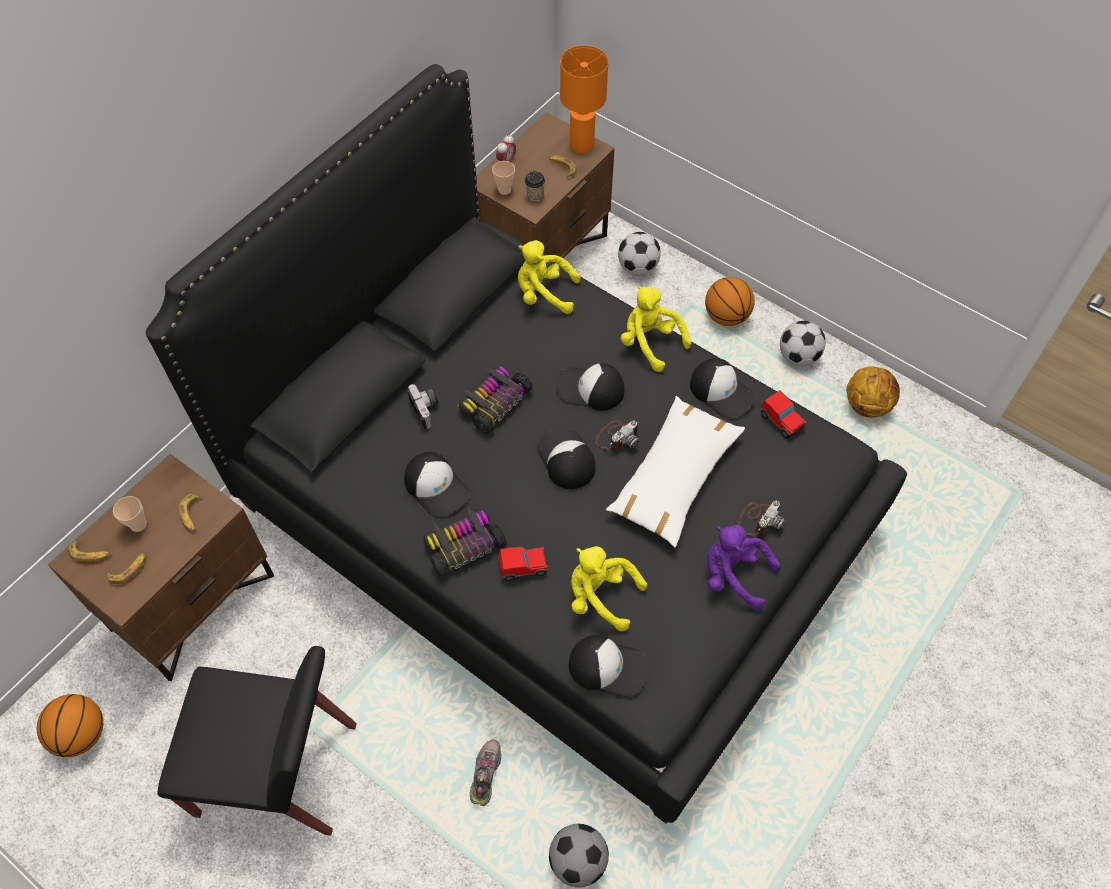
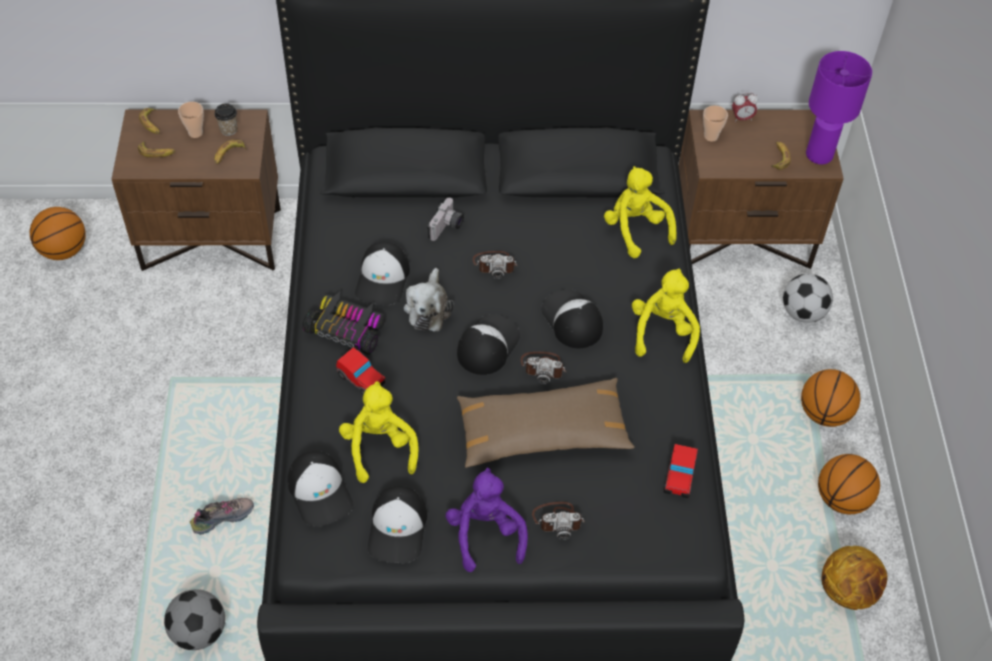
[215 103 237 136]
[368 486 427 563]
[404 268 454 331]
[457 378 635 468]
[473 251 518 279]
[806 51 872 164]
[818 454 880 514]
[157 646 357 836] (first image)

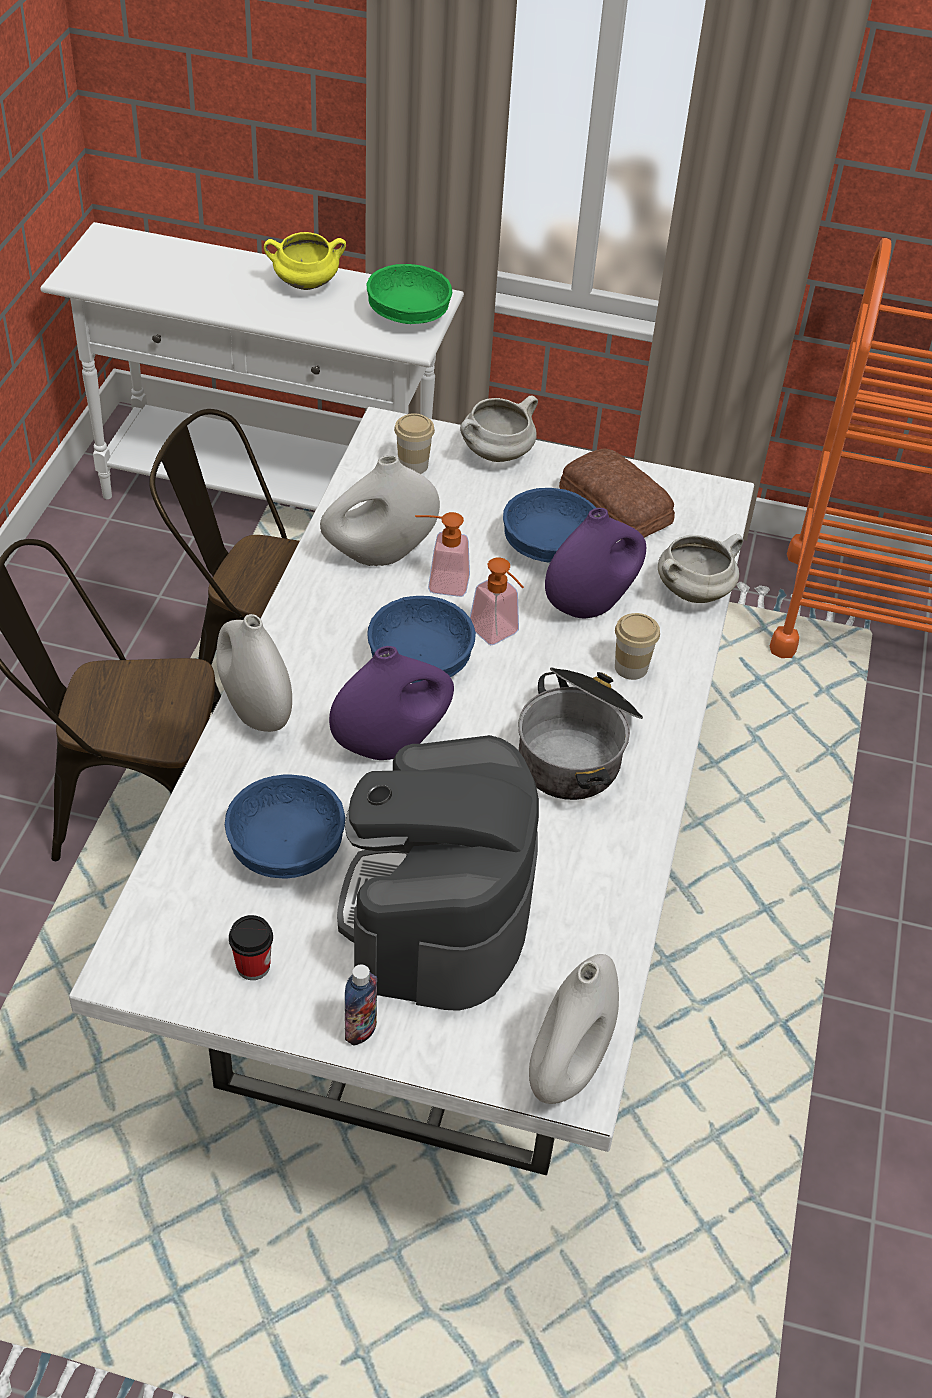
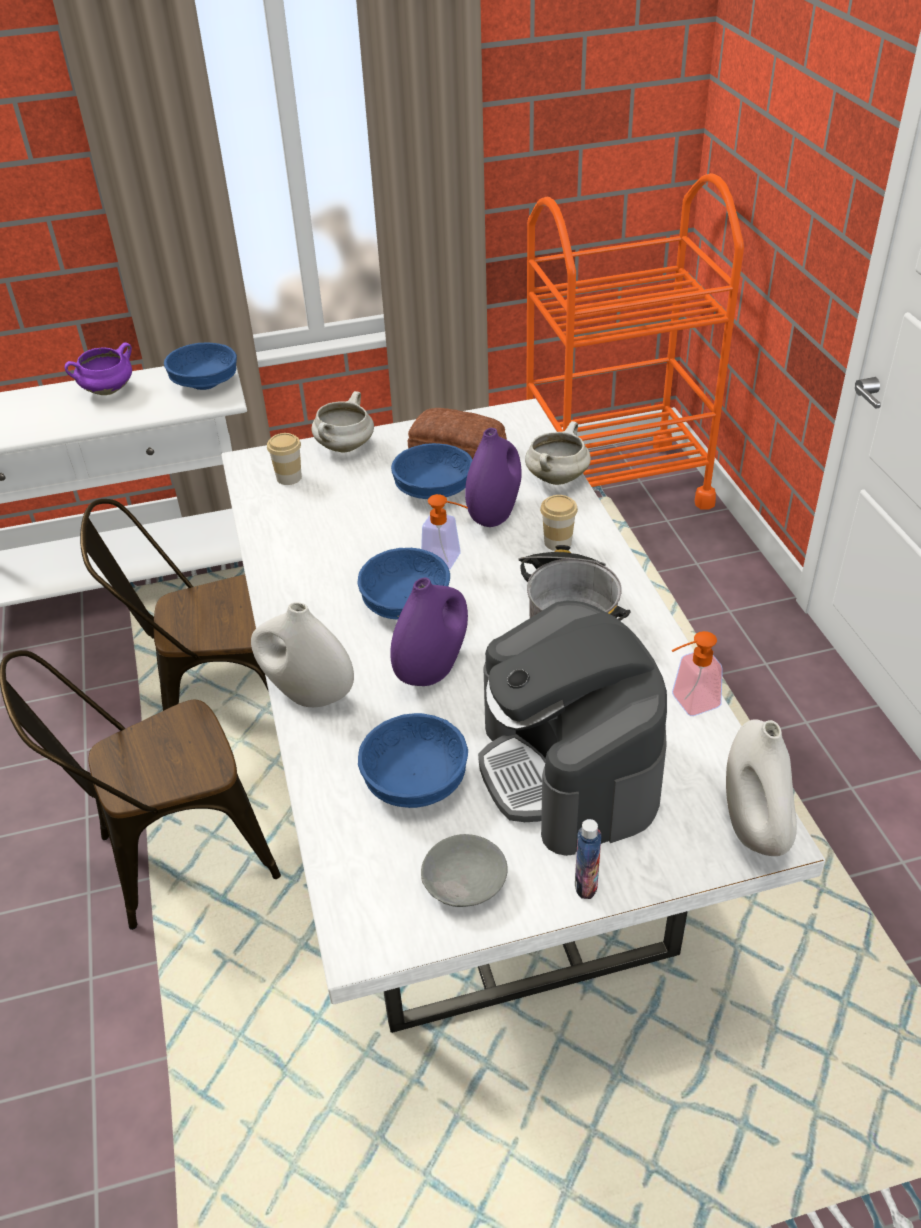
[65 343 132 395]
[164 342 237 390]
[421 834 508 907]
[671 631 723 716]
[320 455 440 566] (first image)

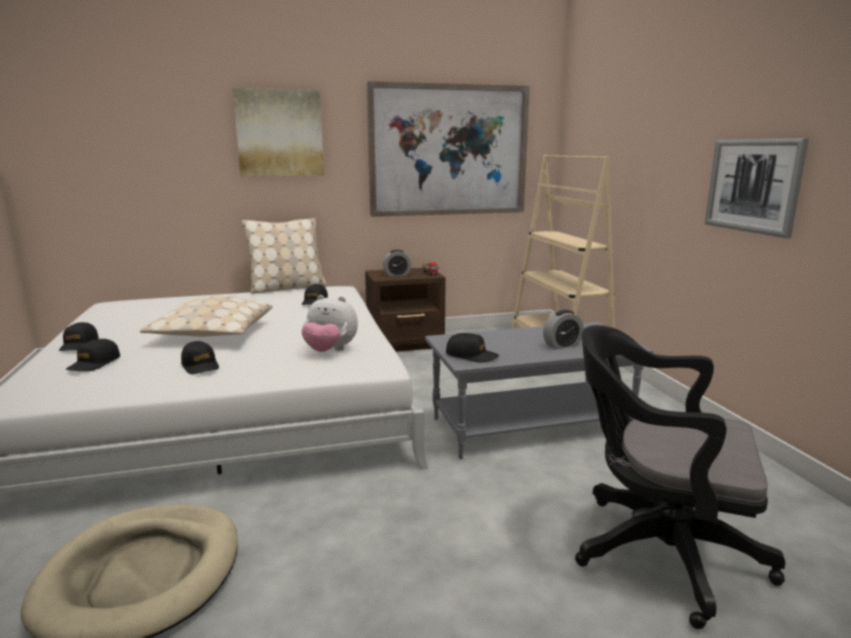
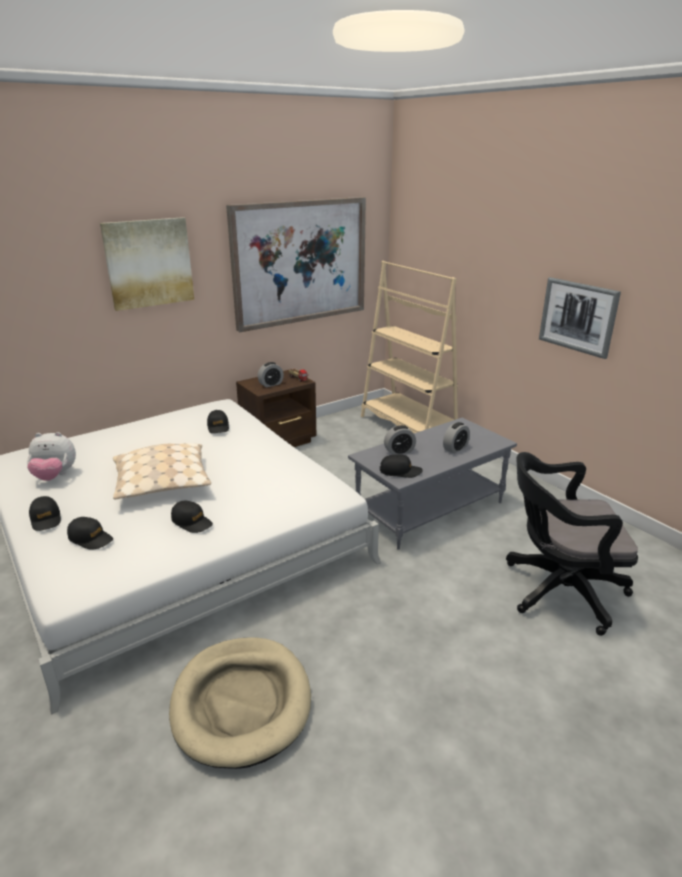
[27 432 76 481]
[67 517 113 550]
[384 425 416 455]
[242 218 326 294] (first image)

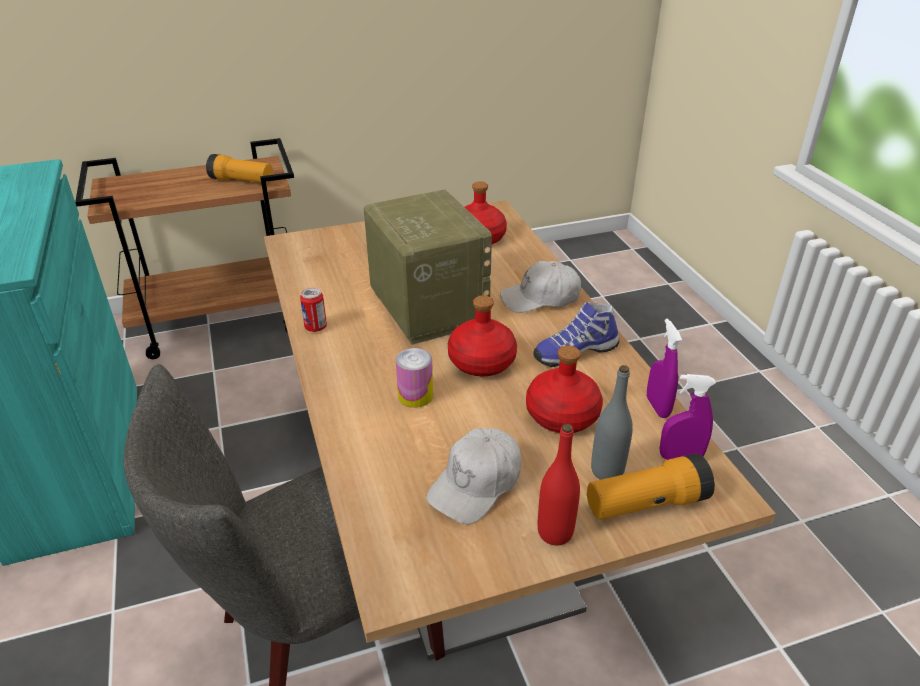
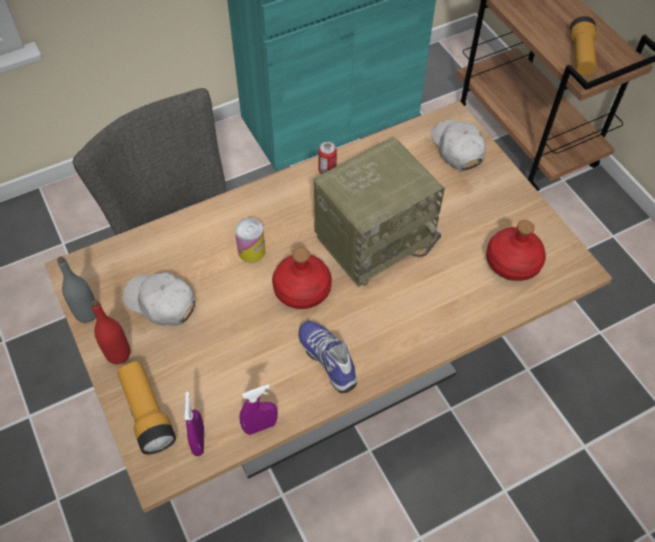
[57 256 96 323]
[431 120 486 171]
[526 345 603 433] (first image)

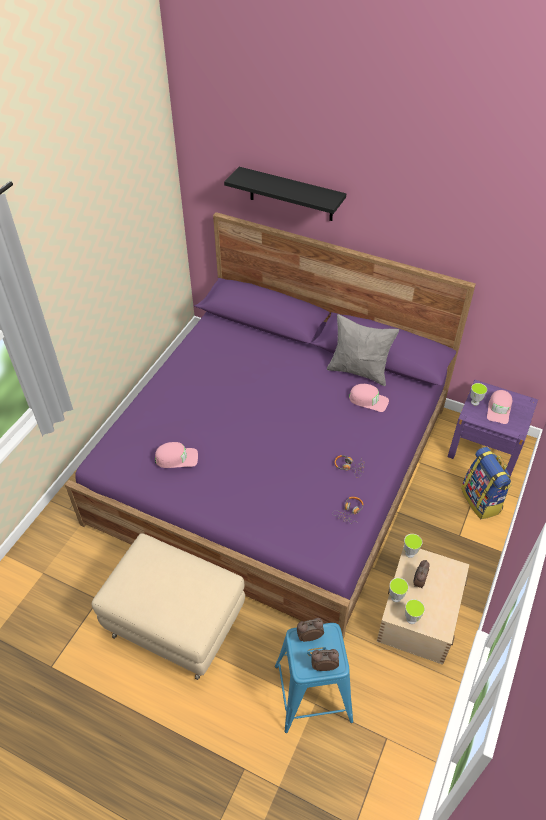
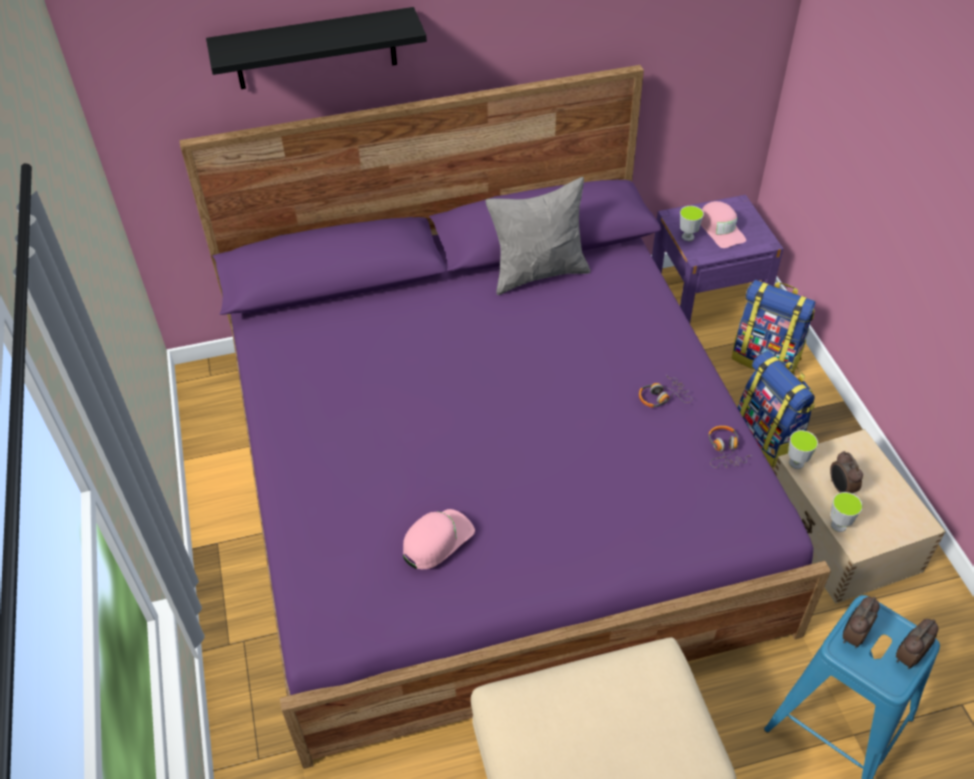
[737 351 816 467]
[349 384 389 412] (first image)
[405 599 425 624] (first image)

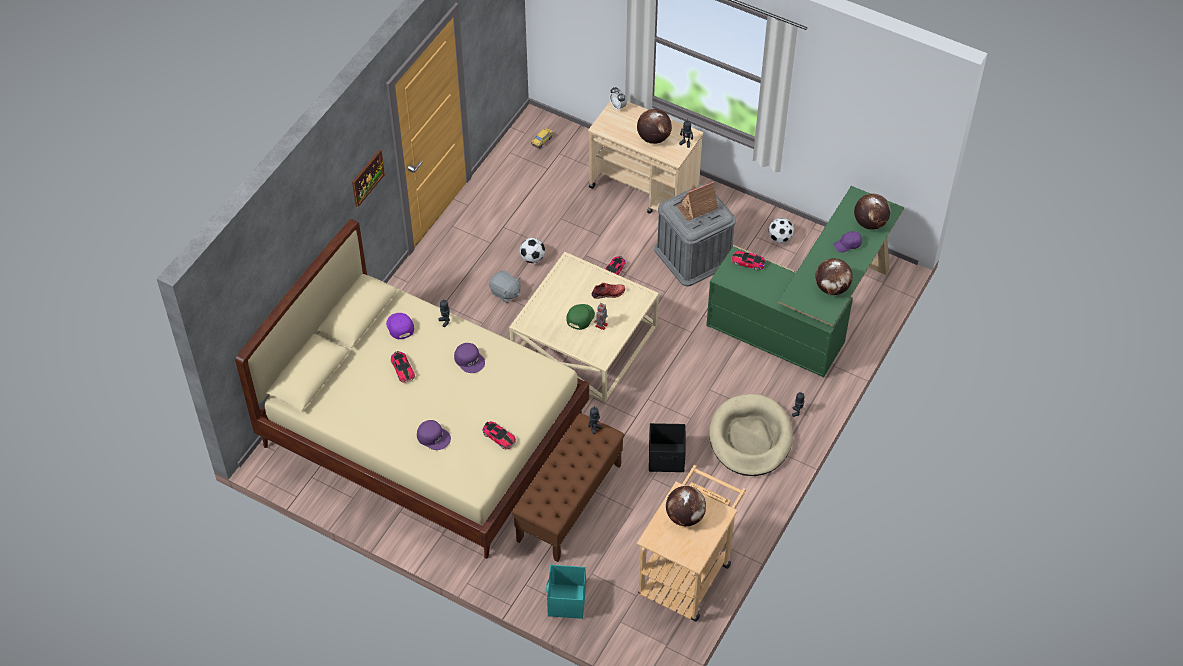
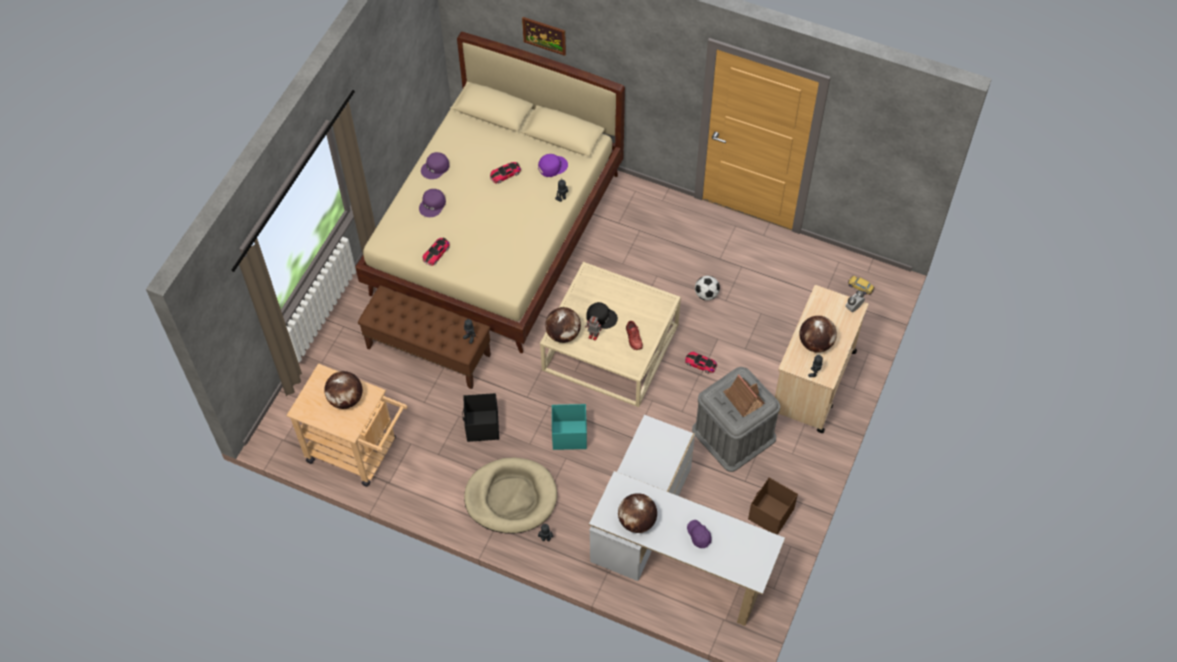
[421 152 450 179]
[522 17 566 56]
[545 307 581 343]
[552 404 587 450]
[586 302 618 329]
[589 415 785 626]
[748 477 798 535]
[489 271 521 303] (first image)
[731 251 765 271] (first image)

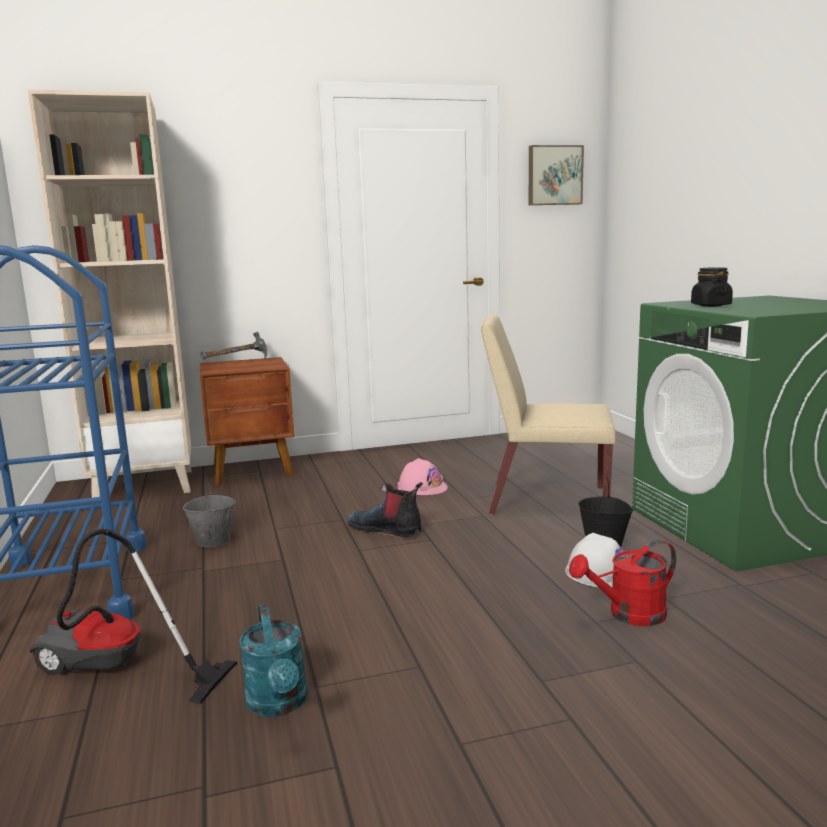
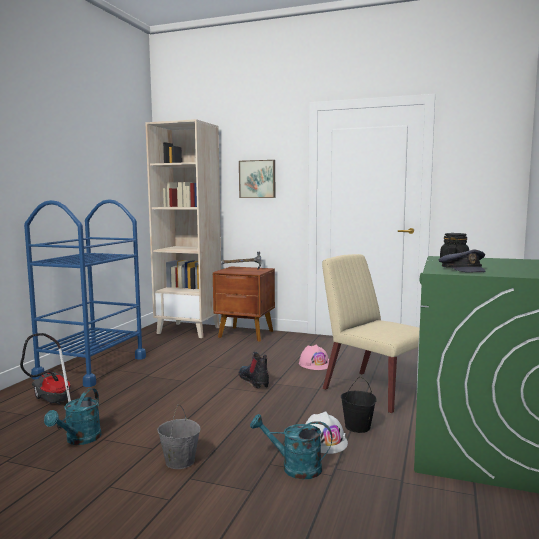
[157 405 200 469]
[239 160 275 198]
[250 414 332 479]
[439 249 485 272]

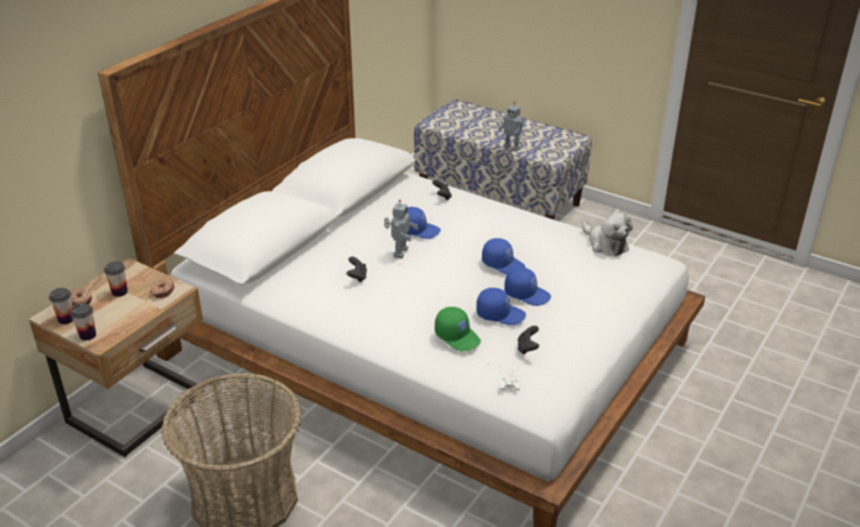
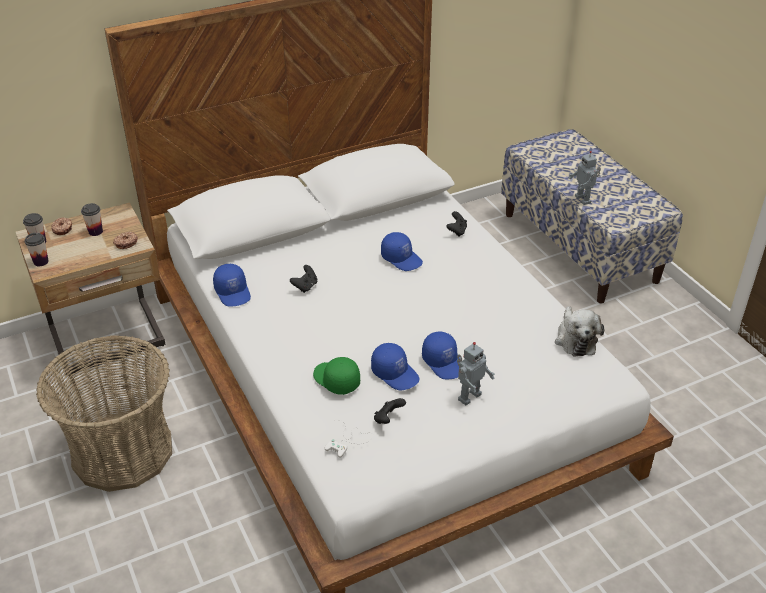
[213 264 251 307]
[313 357 360 395]
[457 342 495 405]

